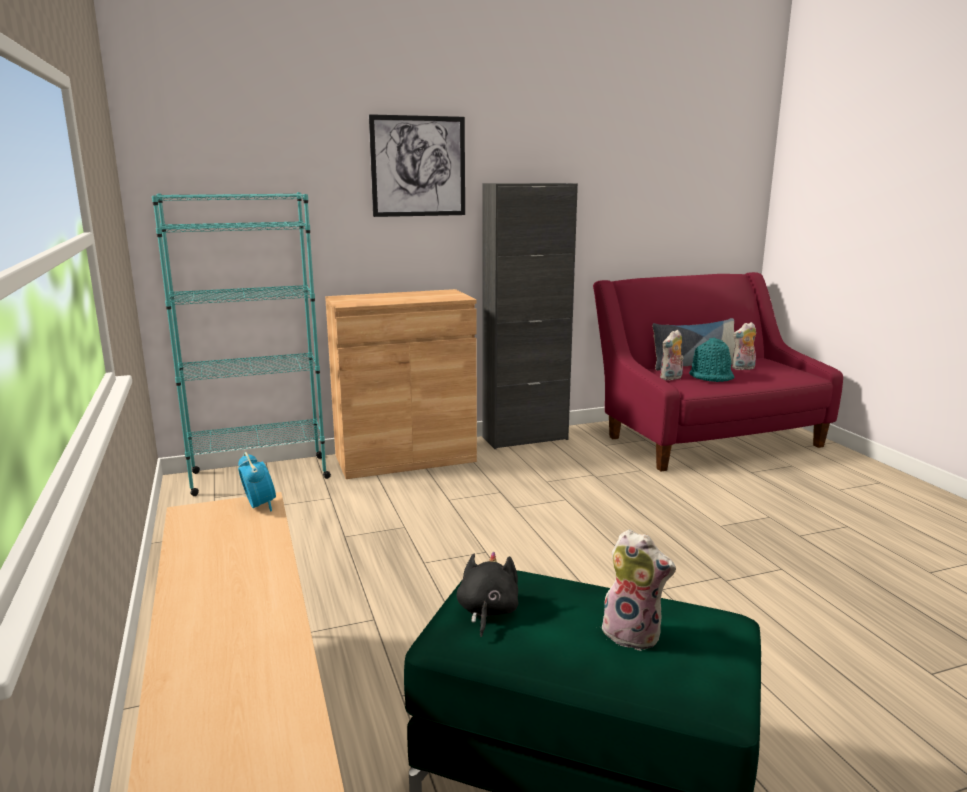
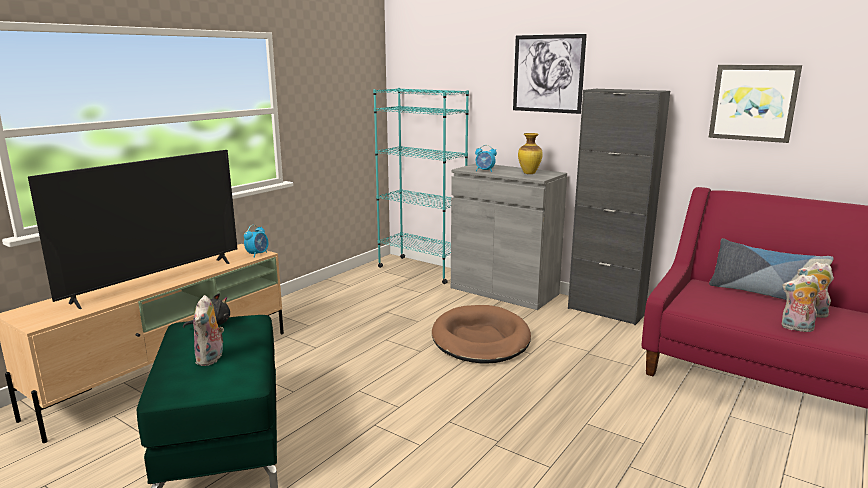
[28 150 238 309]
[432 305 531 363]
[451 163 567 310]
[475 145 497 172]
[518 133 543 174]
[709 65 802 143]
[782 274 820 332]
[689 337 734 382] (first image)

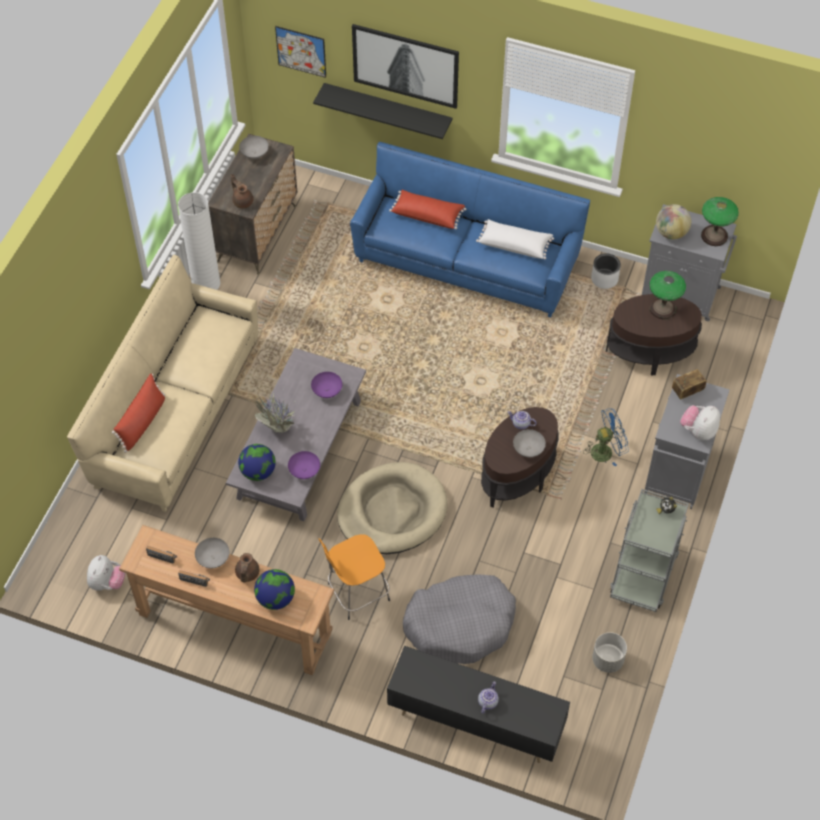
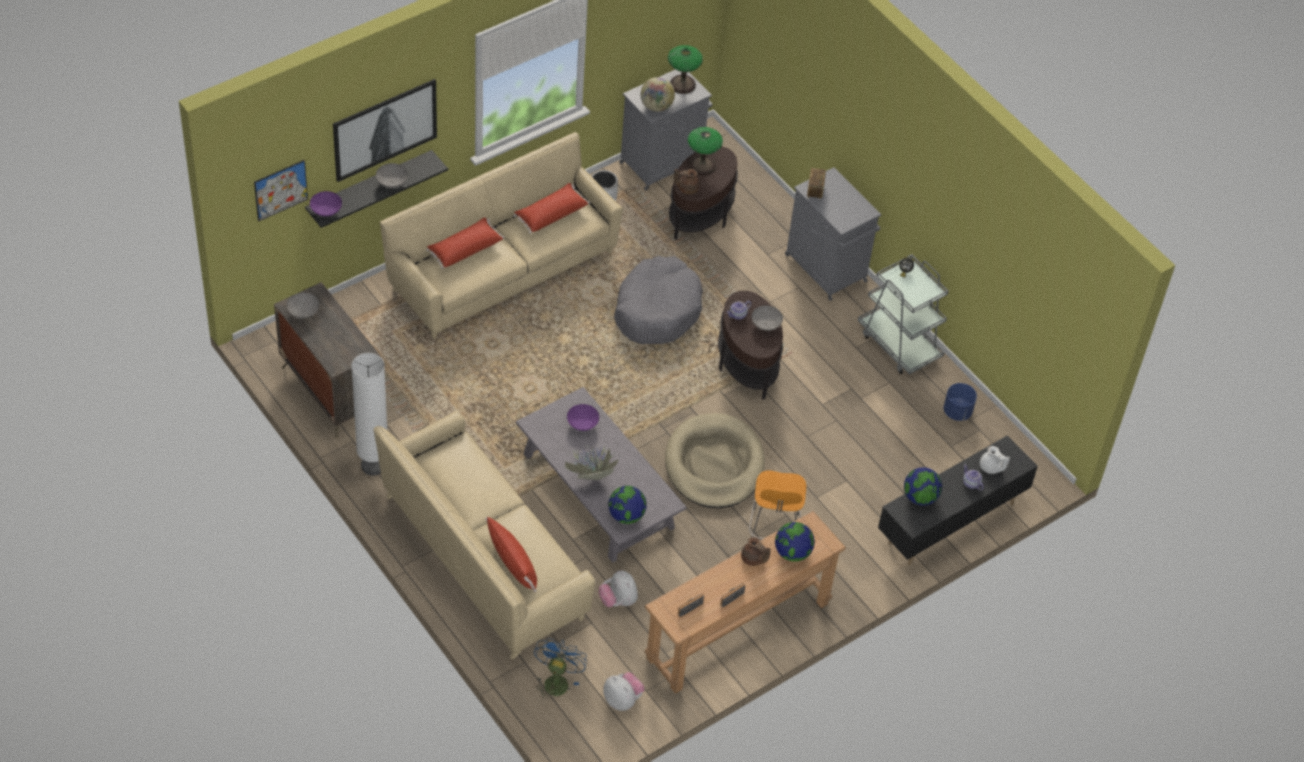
[310 191 342 217]
[376 163 408 188]
[380 132 623 339]
[514 183 590 234]
[534 638 587 700]
[599 570 638 607]
[614 256 703 344]
[674 169 700 194]
[904 467 942 506]
[944 383 977 421]
[980 446 1010 474]

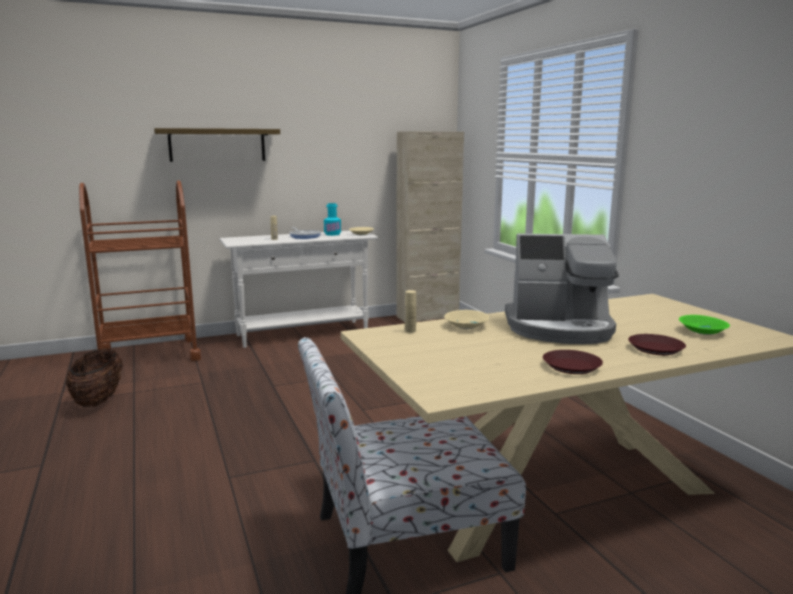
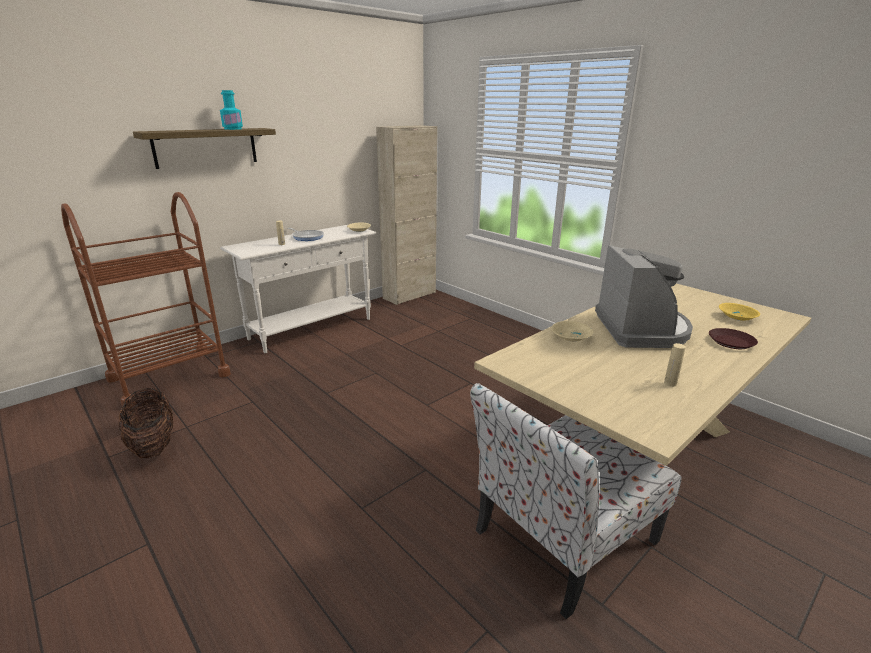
[220 90 243 130]
[595 245 693 348]
[664 343 686 387]
[719 303 760 321]
[543 350 603 374] (first image)

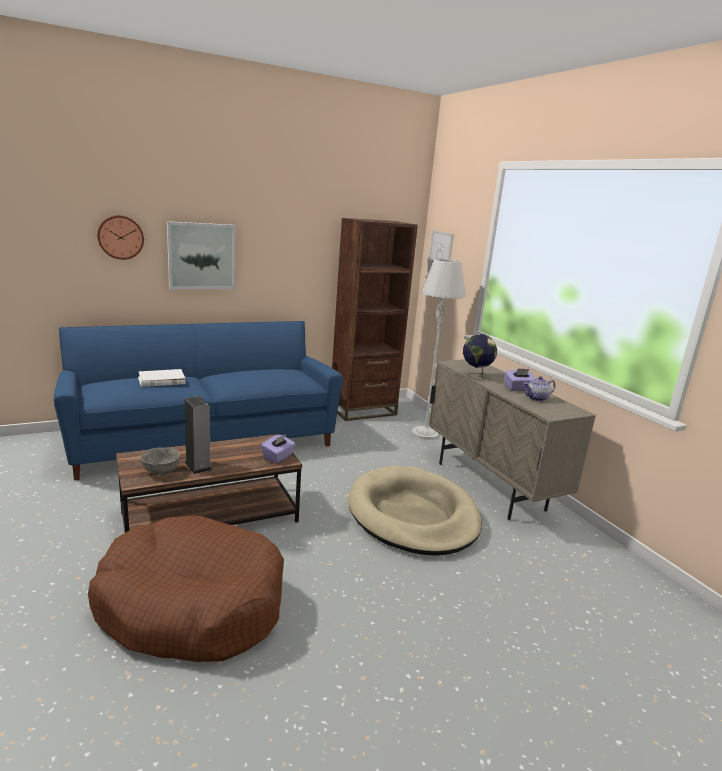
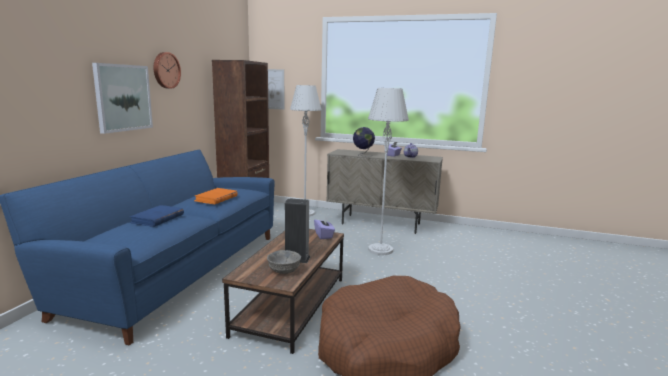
[129 205 184 227]
[154 52 181 89]
[194 188 238 204]
[368 88 409 255]

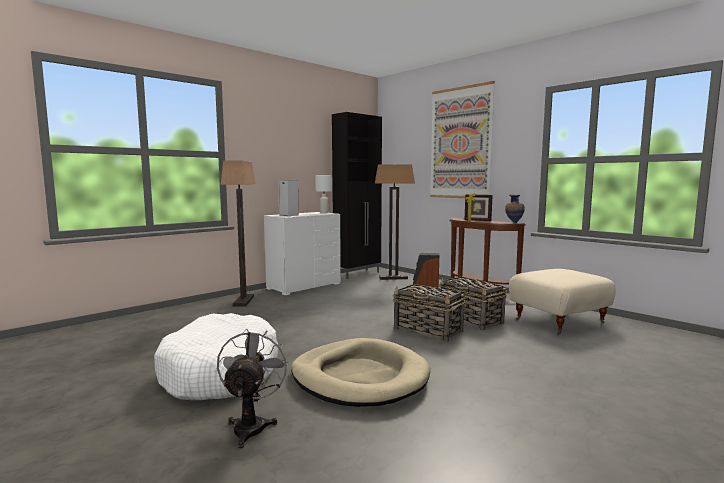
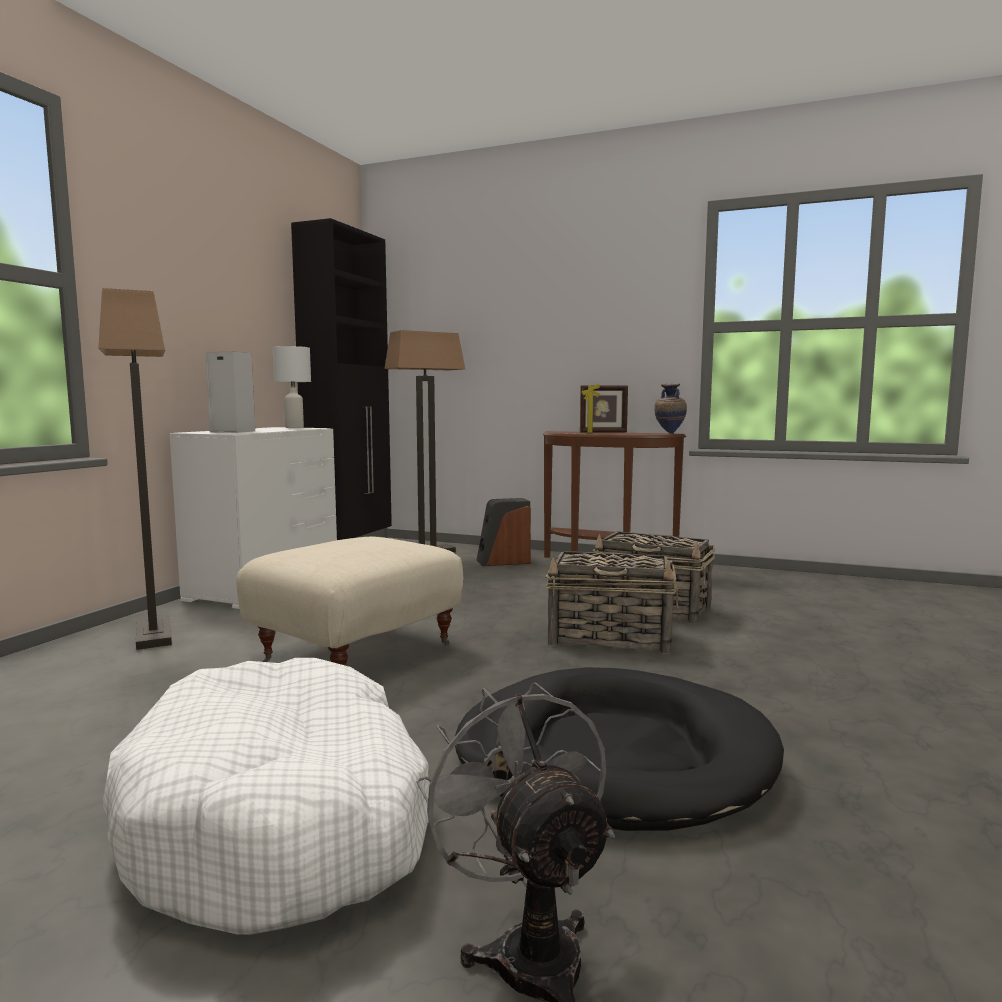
[236 537 463 666]
[455 667 784 831]
[430 81 495 198] (first image)

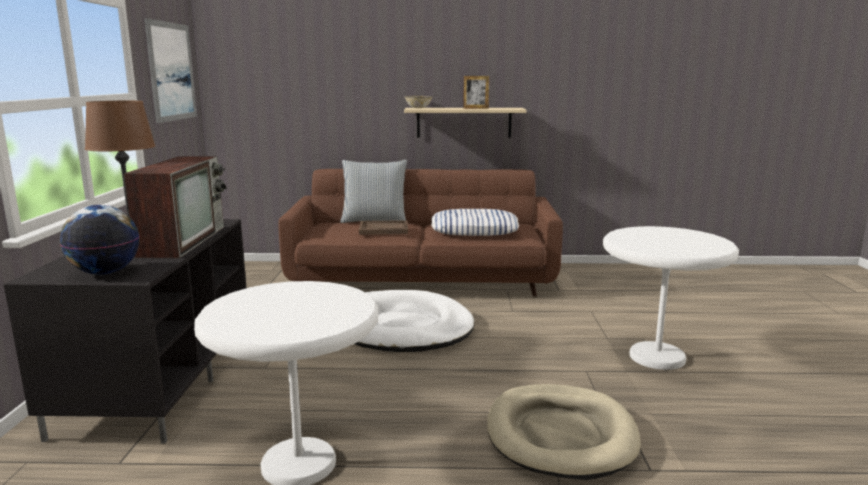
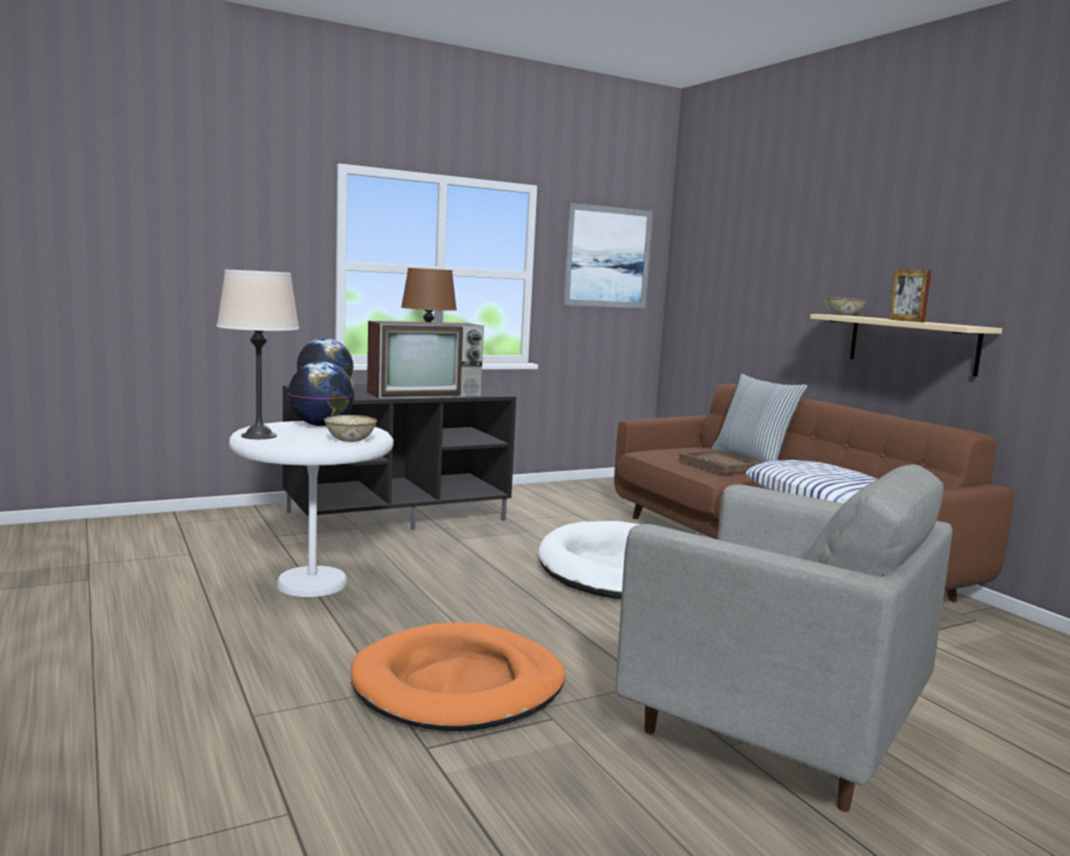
[217 270 299 439]
[288 362 355 426]
[324 415 377 442]
[350 622 565 731]
[616 464 952 812]

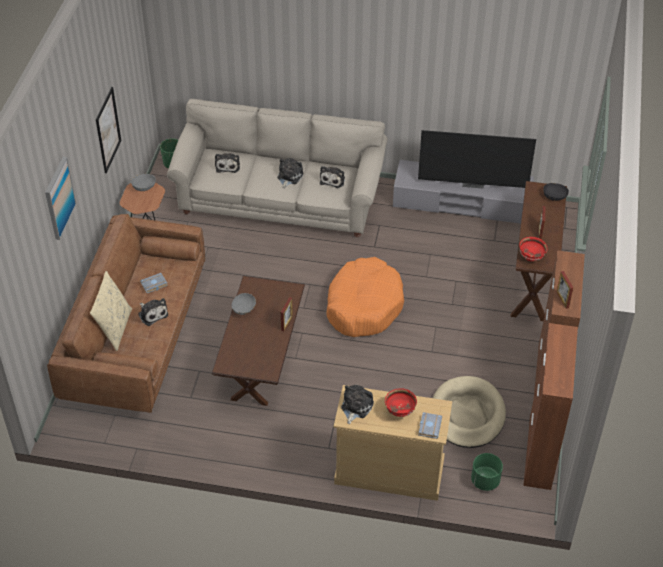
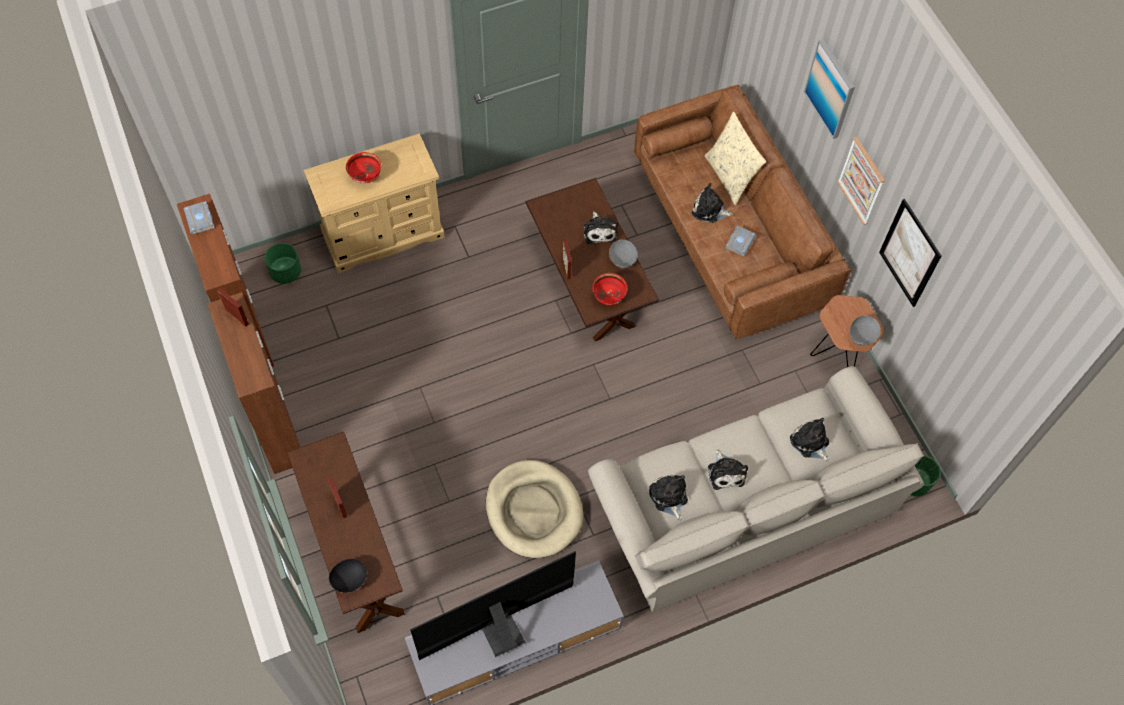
[184 201 214 234]
[486 460 583 558]
[584 211 618 244]
[592 273 628 305]
[837 136 885 225]
[326 257 404 337] (first image)

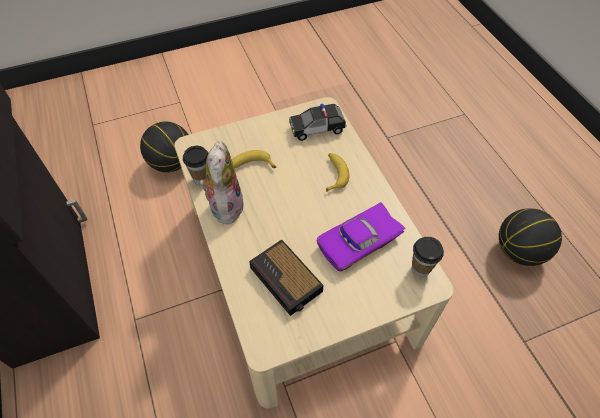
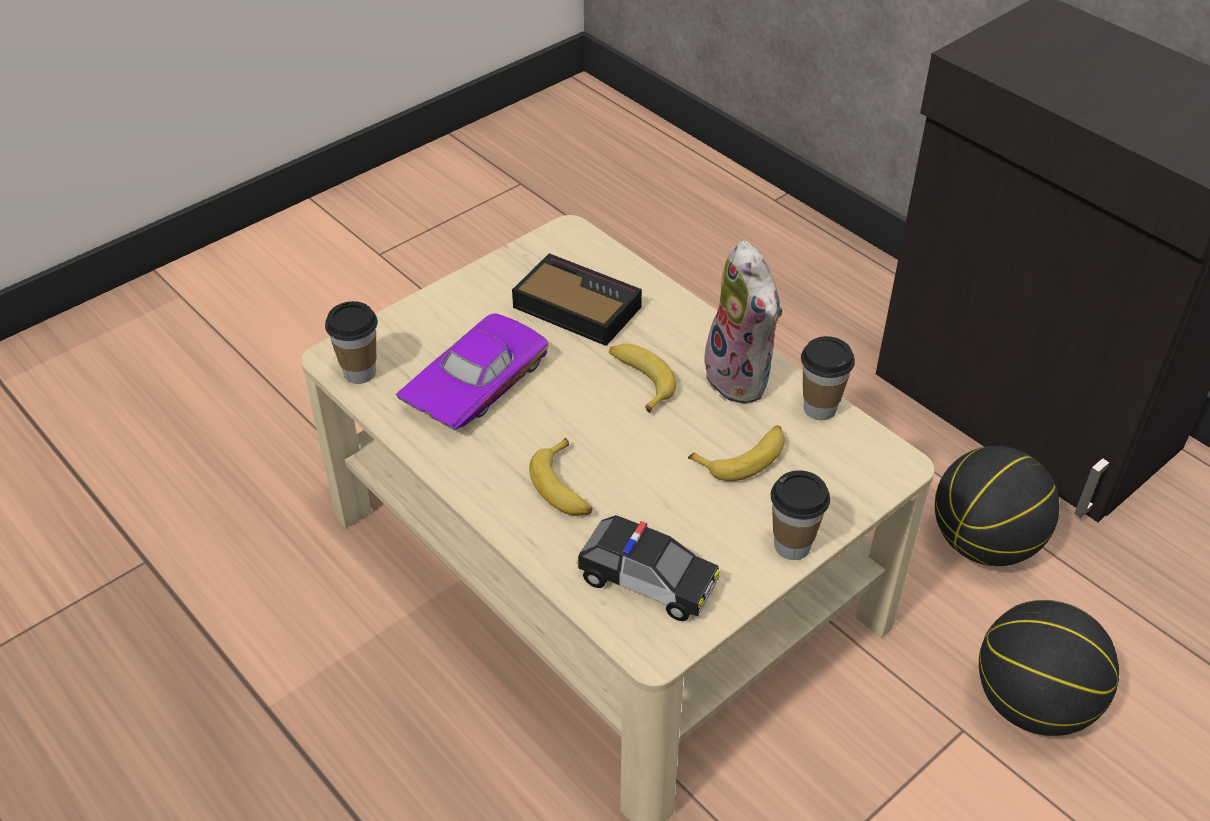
[576 515 720 621]
[609 344 676 413]
[771 470 830 560]
[935 446 1059 566]

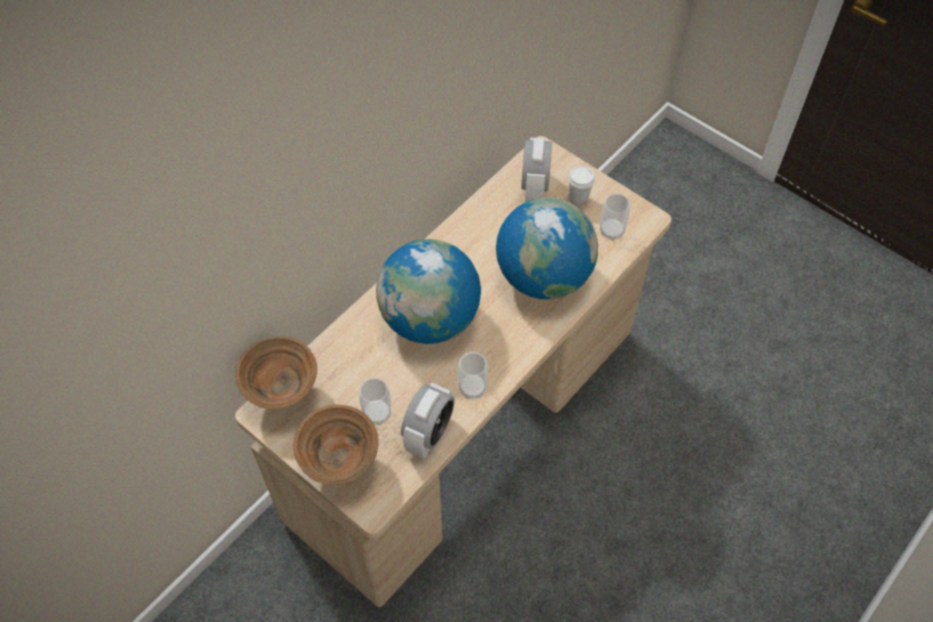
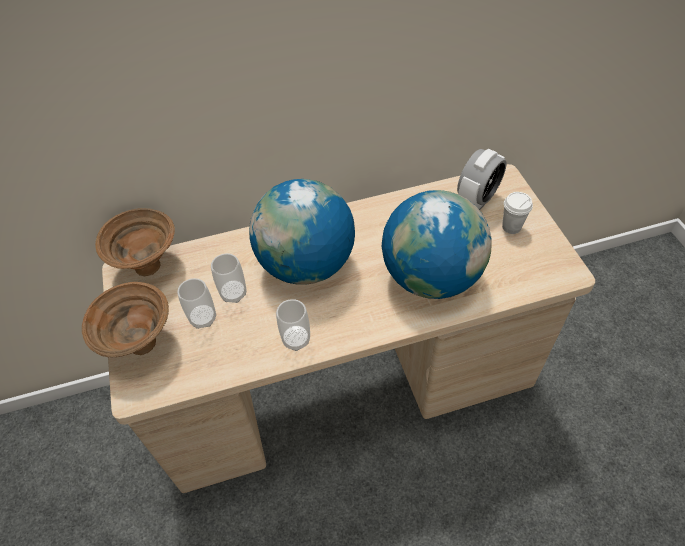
[211 253 246 303]
[401 383 455 459] (first image)

